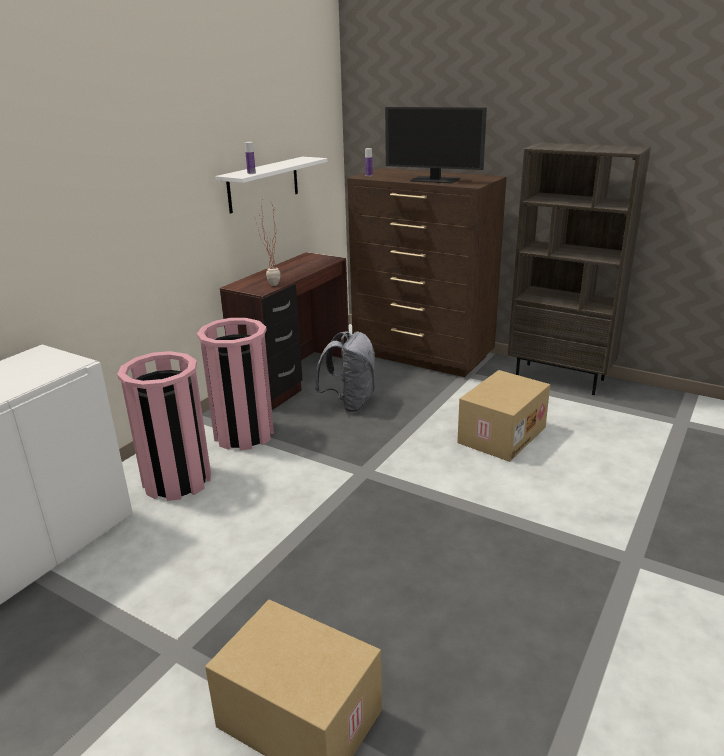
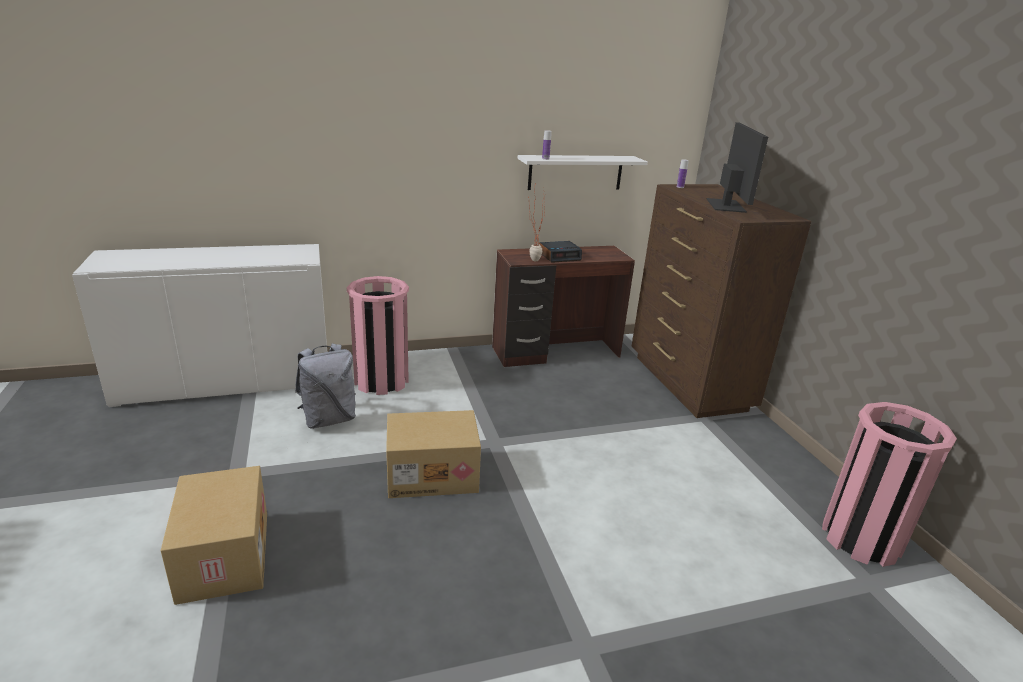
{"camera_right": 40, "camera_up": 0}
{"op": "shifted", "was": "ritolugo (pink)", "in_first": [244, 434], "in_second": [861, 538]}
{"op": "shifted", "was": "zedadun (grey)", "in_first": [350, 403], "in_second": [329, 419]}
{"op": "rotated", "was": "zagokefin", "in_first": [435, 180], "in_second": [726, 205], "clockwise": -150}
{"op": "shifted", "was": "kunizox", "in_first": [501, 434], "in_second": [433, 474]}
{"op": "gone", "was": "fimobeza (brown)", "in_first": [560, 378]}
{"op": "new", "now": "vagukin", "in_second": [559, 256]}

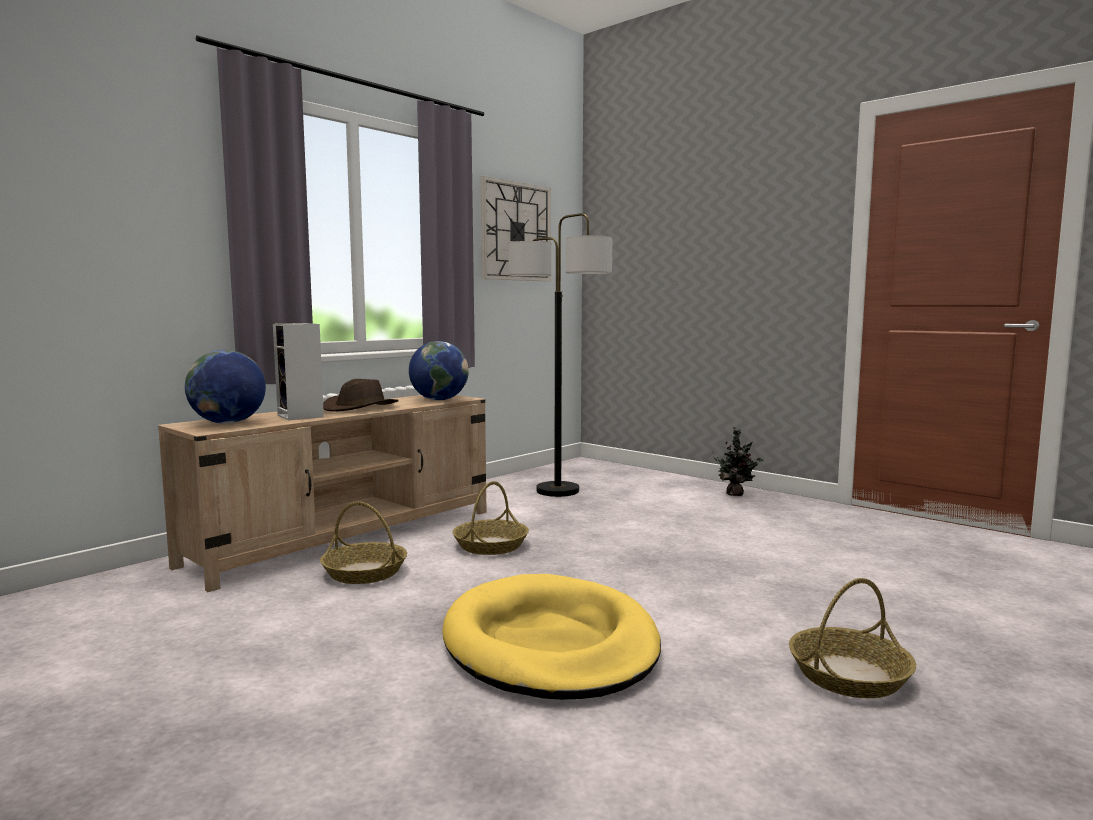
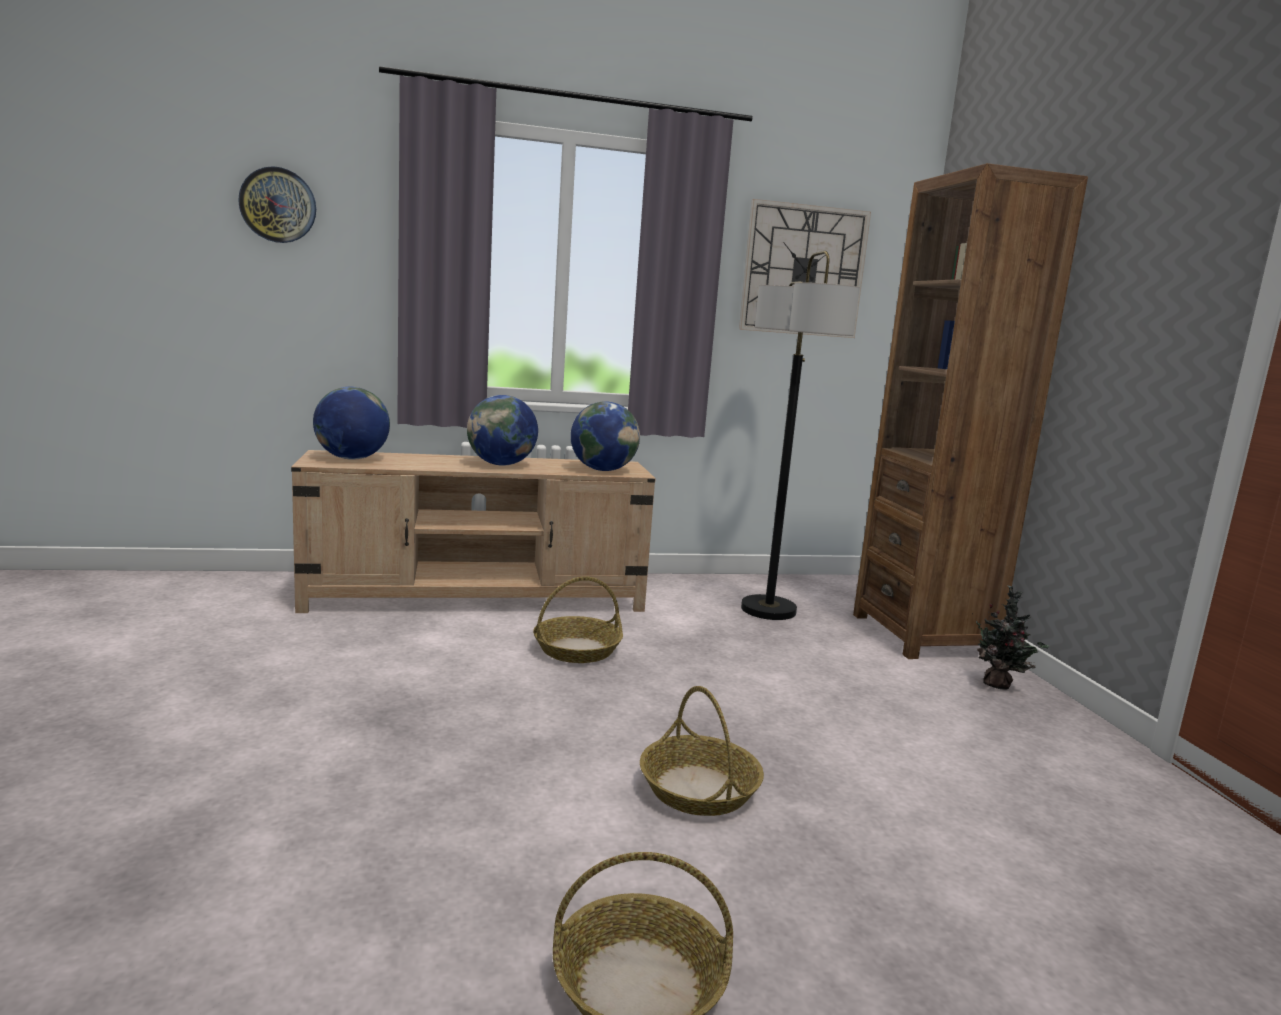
{"camera_right": 35, "camera_up": 5}
{"op": "gone", "was": "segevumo", "in_first": [302, 416]}
{"op": "shifted", "was": "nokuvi", "in_first": [365, 572], "in_second": [699, 789]}
{"op": "swapped", "was": "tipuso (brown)", "now": "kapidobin", "in_first": [360, 408], "in_second": [501, 464]}
{"op": "gone", "was": "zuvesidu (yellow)", "in_first": [550, 644]}
{"op": "new", "now": "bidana", "in_second": [278, 205]}
{"op": "new", "now": "fimobeza (brown)", "in_second": [922, 635]}

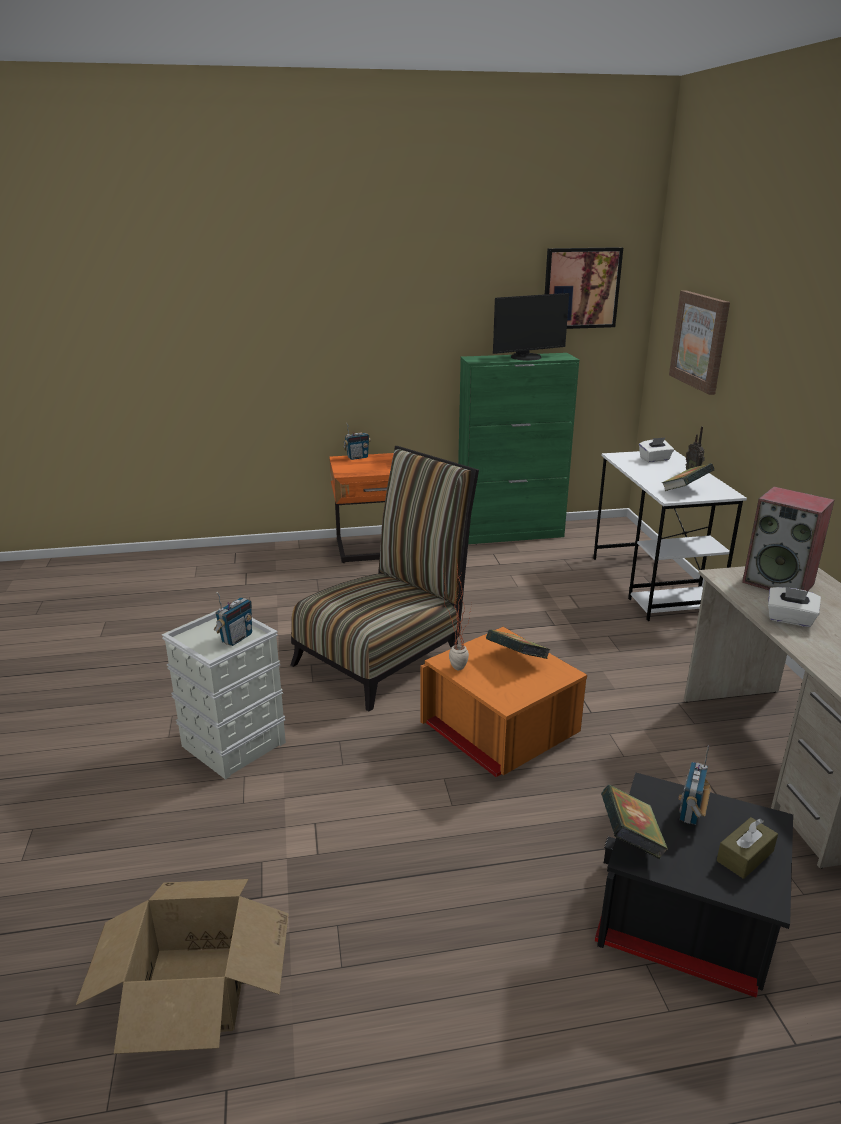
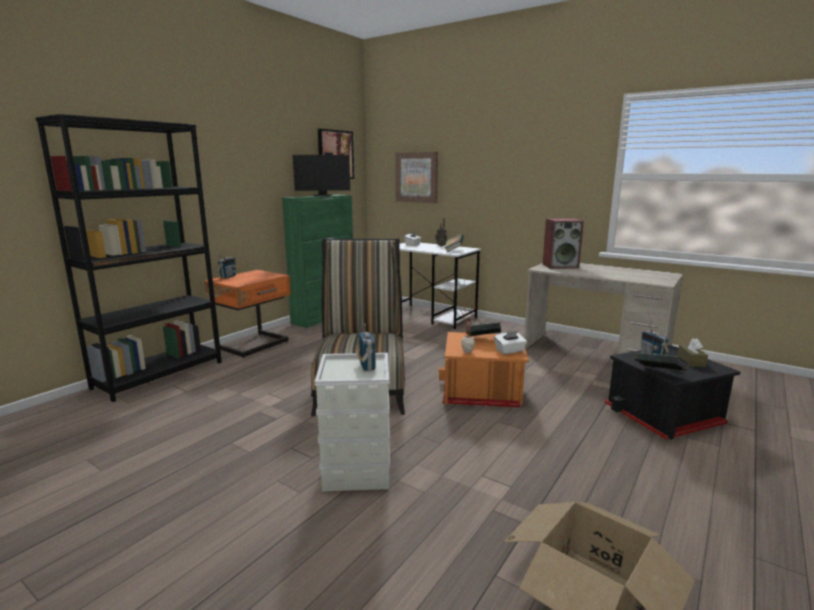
{"camera_right": -45, "camera_up": -10}
{"op": "rotated", "was": "zagokefin", "in_first": [527, 357], "in_second": [322, 195], "clockwise": 60}
{"op": "shifted", "was": "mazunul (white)", "in_first": [789, 619], "in_second": [509, 351]}
{"op": "new", "now": "fimobeza (black)", "in_second": [159, 374]}

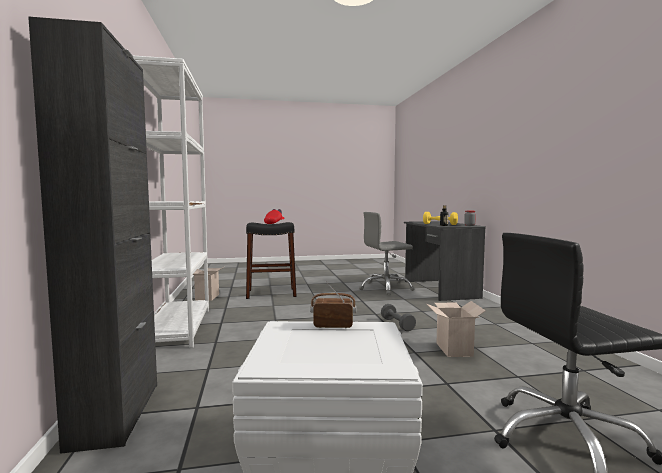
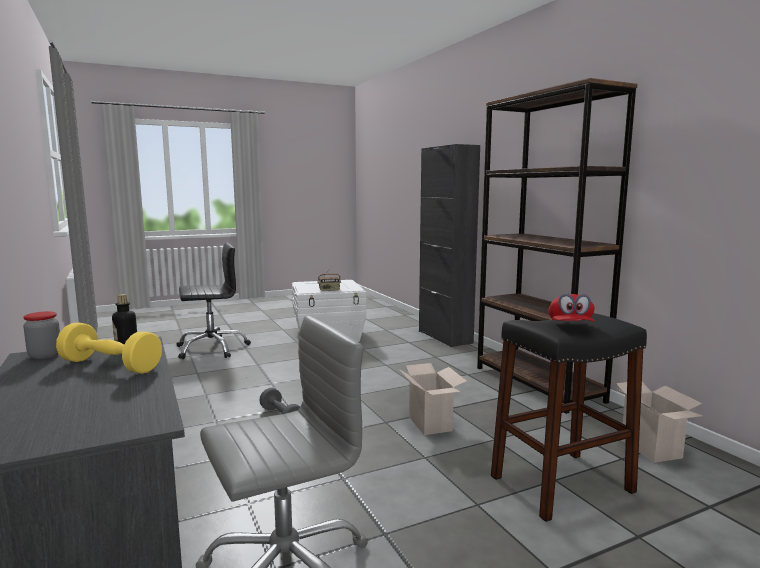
{"camera_right": 165, "camera_up": 5}
{"op": "repainted", "was": "fimobeza (white)", "now": "fimobeza (brown)", "in_first": [178, 328], "in_second": [537, 384]}
{"op": "shifted", "was": "kunizox", "in_first": [452, 349], "in_second": [432, 424]}

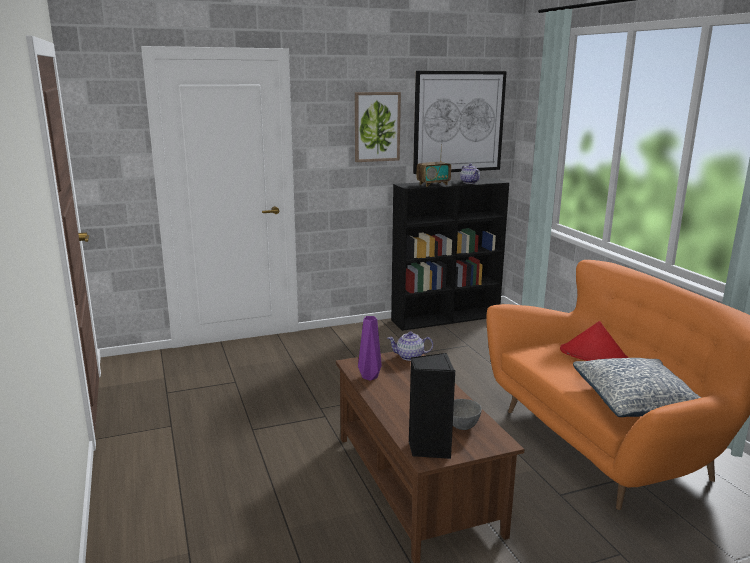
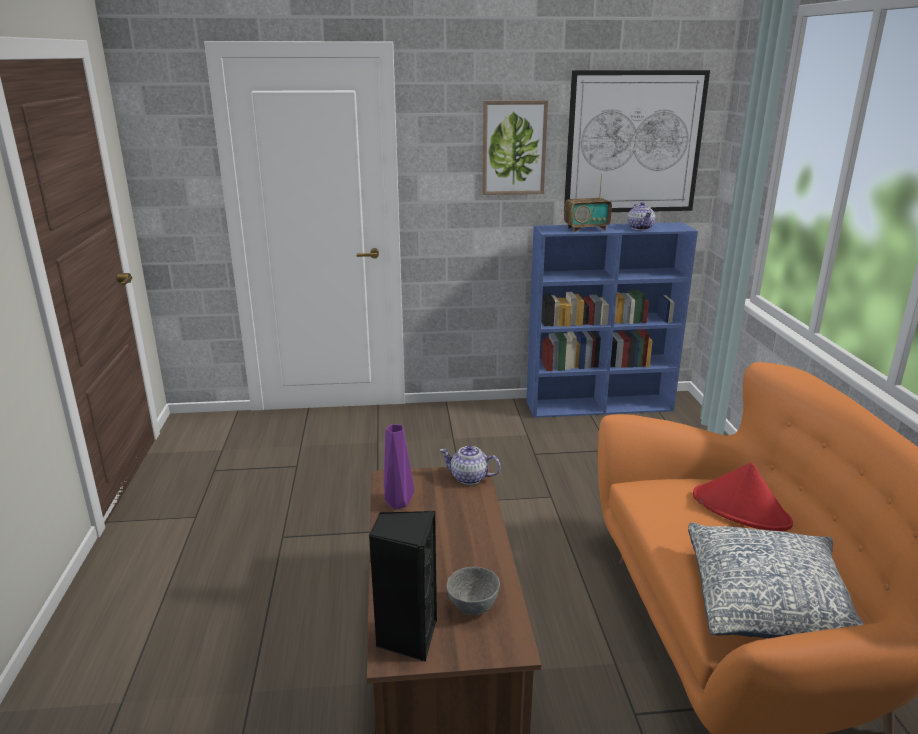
{"camera_right": 15, "camera_up": 5}
{"op": "repainted", "was": "fimobeza (black)", "now": "fimobeza (blue)", "in_first": [446, 318], "in_second": [600, 406]}

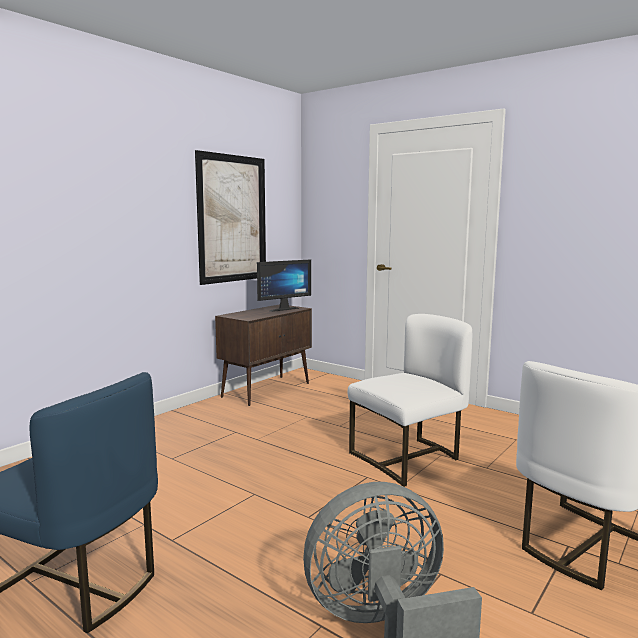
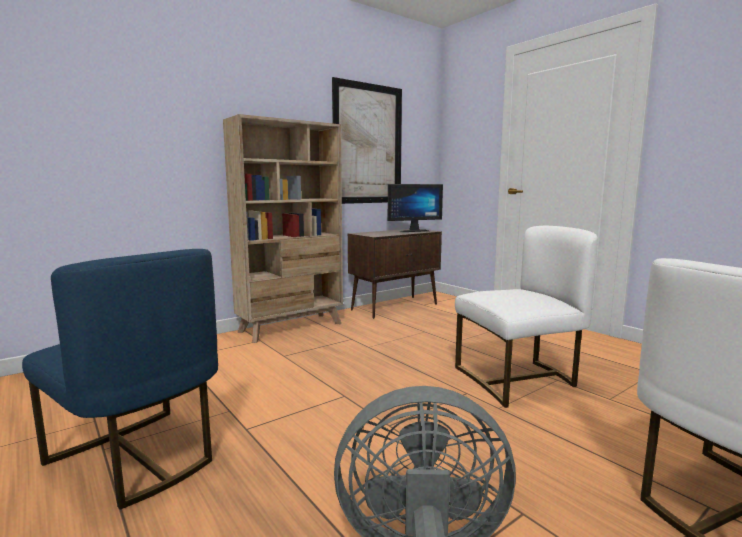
{"camera_right": 15, "camera_up": 0}
{"op": "new", "now": "fimobeza (beige)", "in_second": [292, 327]}

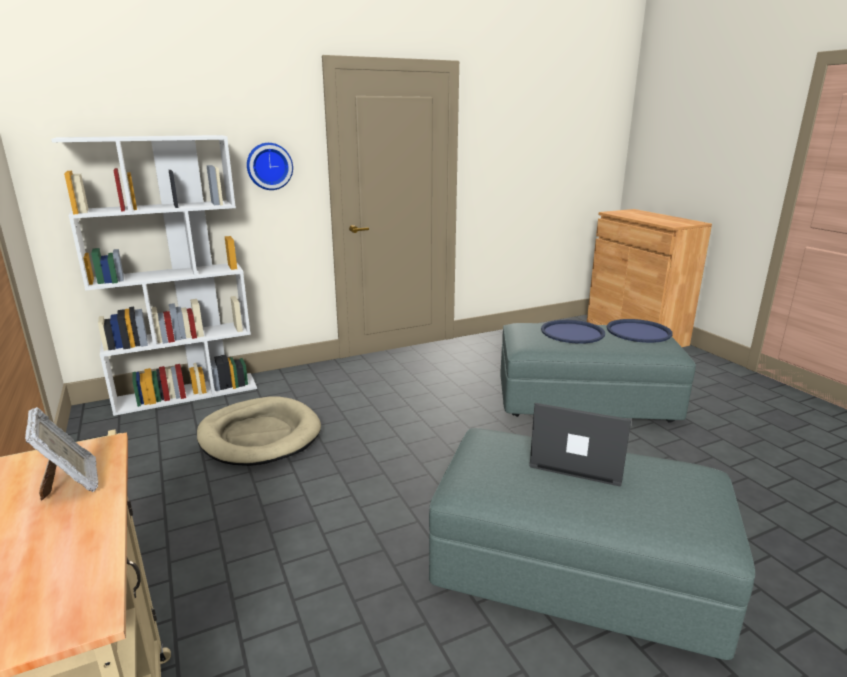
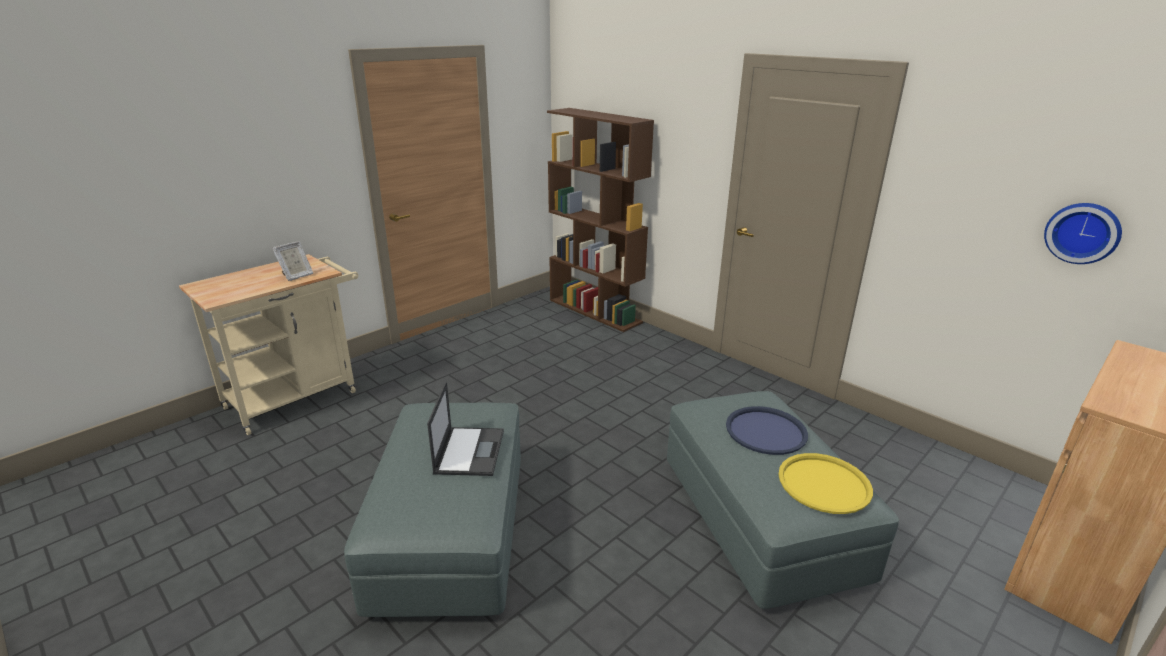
{"camera_right": 70, "camera_up": 5}
{"op": "repainted", "was": "fimobeza (white)", "now": "fimobeza (brown)", "in_first": [187, 393], "in_second": [595, 311]}
{"op": "gone", "was": "zuvesidu (beige)", "in_first": [260, 435]}
{"op": "shifted", "was": "bidana", "in_first": [269, 166], "in_second": [1082, 232]}
{"op": "repainted", "was": "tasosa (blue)", "now": "tasosa (yellow)", "in_first": [638, 332], "in_second": [824, 484]}

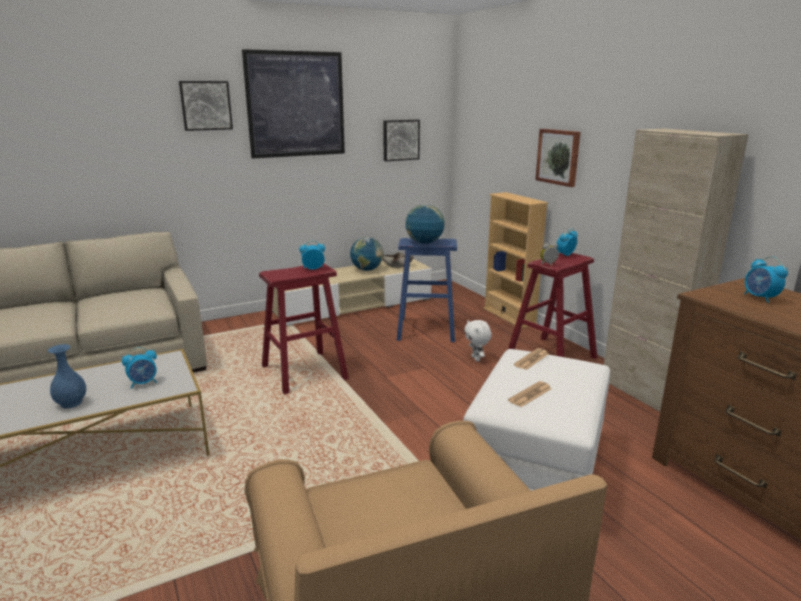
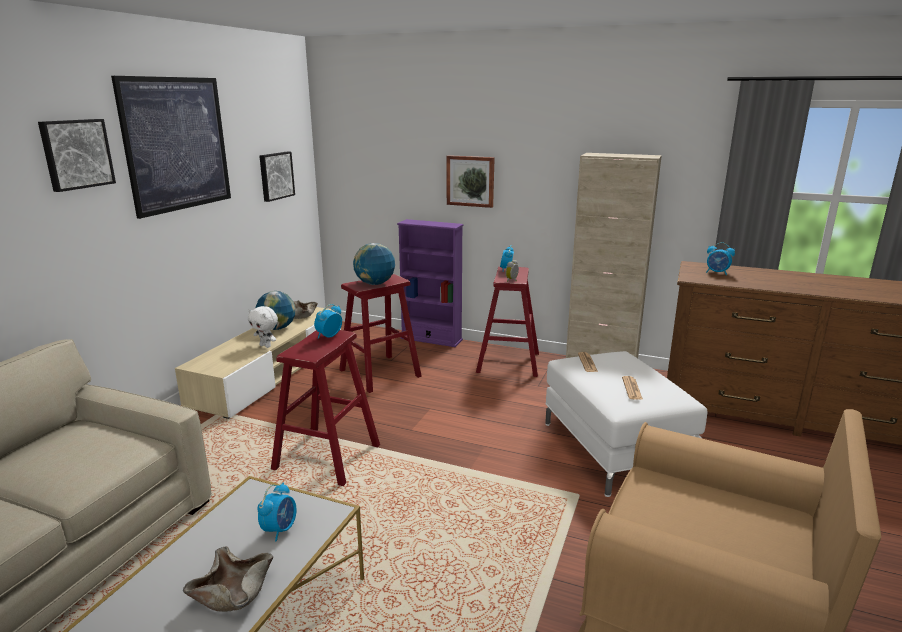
{"camera_right": -40, "camera_up": 0}
{"op": "swapped", "was": "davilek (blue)", "now": "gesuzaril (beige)", "in_first": [71, 403], "in_second": [233, 592]}
{"op": "repainted", "was": "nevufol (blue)", "now": "nevufol (red)", "in_first": [426, 329], "in_second": [380, 373]}
{"op": "shifted", "was": "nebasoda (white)", "in_first": [476, 359], "in_second": [266, 346]}
{"op": "repainted", "was": "fimobeza (beige)", "now": "fimobeza (purple)", "in_first": [509, 316], "in_second": [431, 339]}

